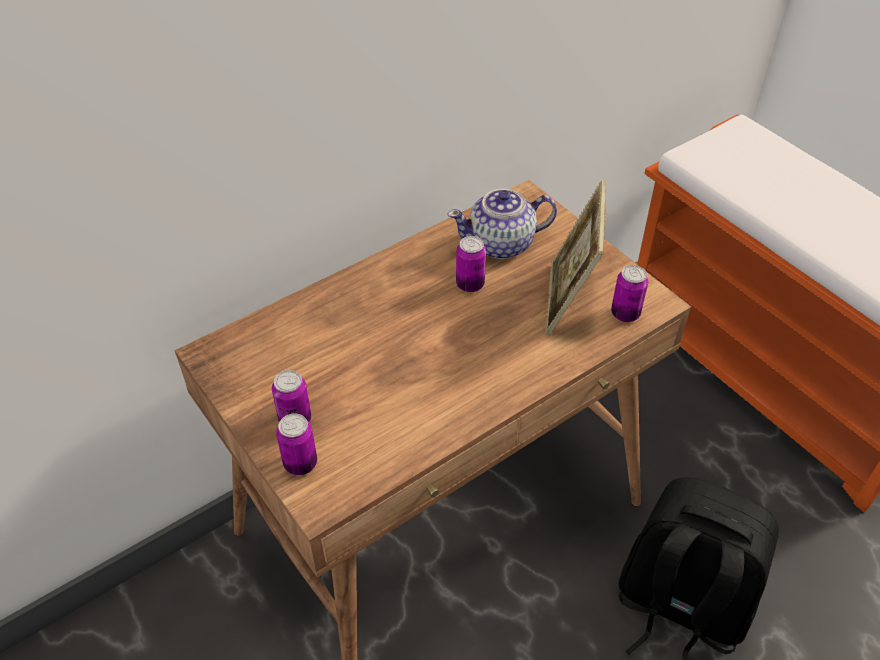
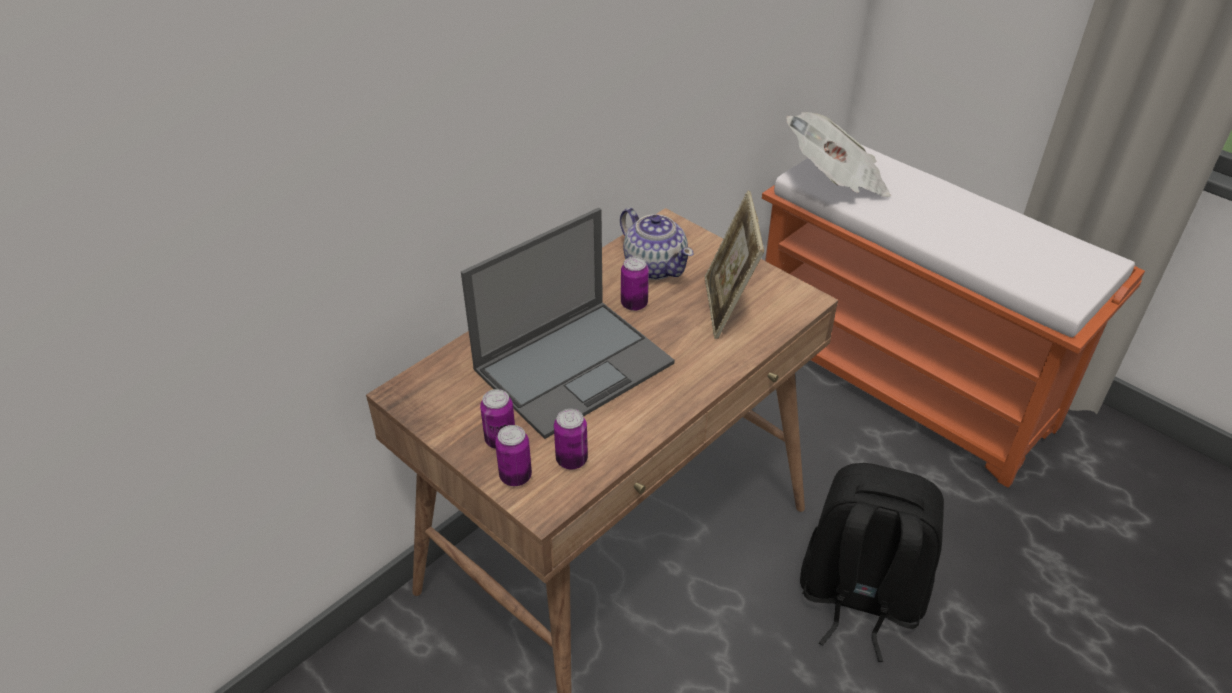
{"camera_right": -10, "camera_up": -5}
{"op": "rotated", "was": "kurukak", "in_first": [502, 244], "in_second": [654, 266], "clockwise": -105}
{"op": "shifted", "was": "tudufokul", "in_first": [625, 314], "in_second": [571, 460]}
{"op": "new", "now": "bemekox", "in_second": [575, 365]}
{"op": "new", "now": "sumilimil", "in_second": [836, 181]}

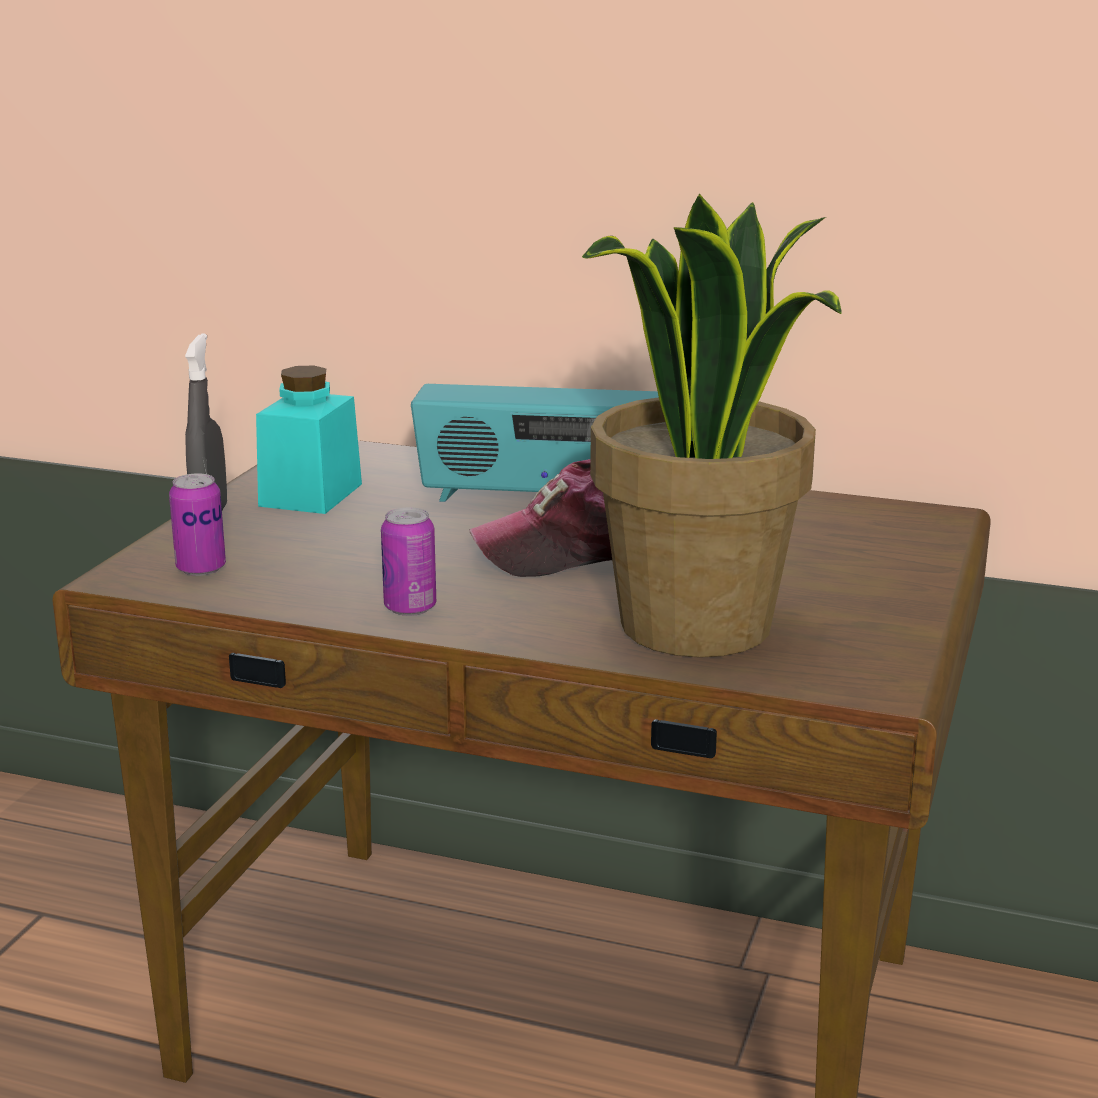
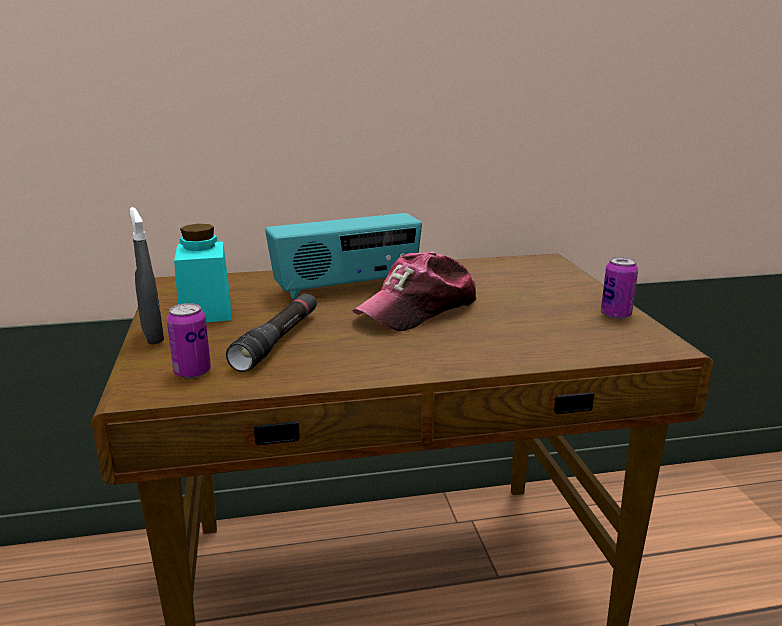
{"camera_right": -30, "camera_up": 0}
{"op": "shifted", "was": "tudufokul", "in_first": [410, 607], "in_second": [615, 315]}
{"op": "gone", "was": "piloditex", "in_first": [697, 627]}
{"op": "new", "now": "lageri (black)", "in_second": [278, 340]}

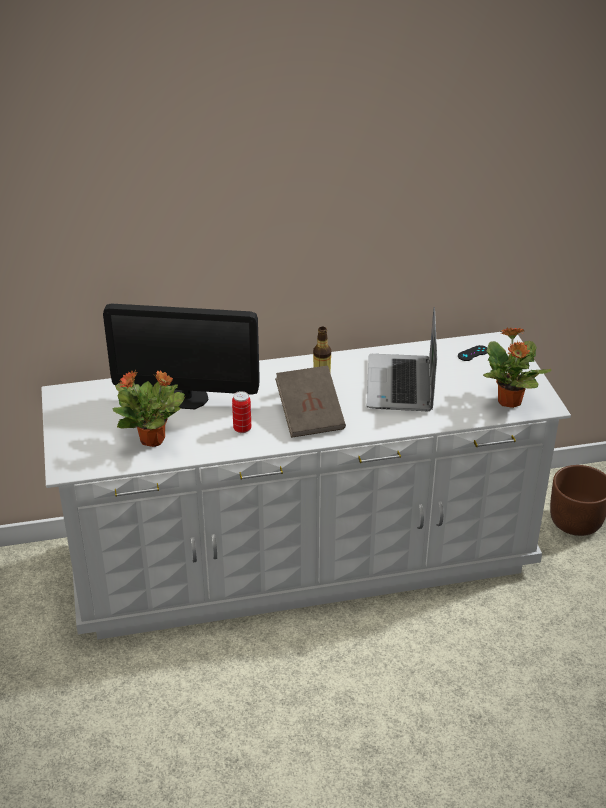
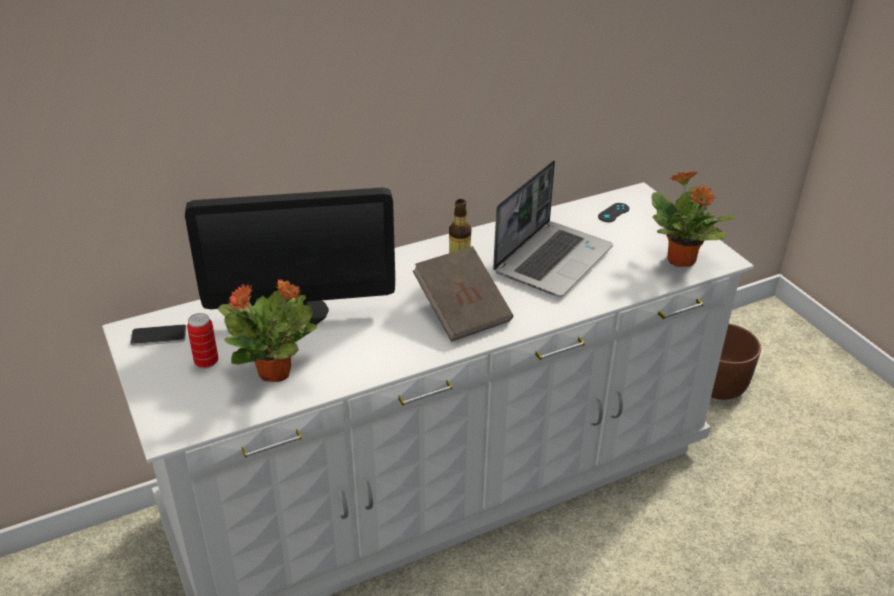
{"camera_right": -15, "camera_up": 0}
{"op": "shifted", "was": "tudufokul", "in_first": [242, 429], "in_second": [206, 362]}
{"op": "rotated", "was": "bemekox", "in_first": [401, 385], "in_second": [552, 259], "clockwise": -135}
{"op": "new", "now": "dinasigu", "in_second": [159, 336]}

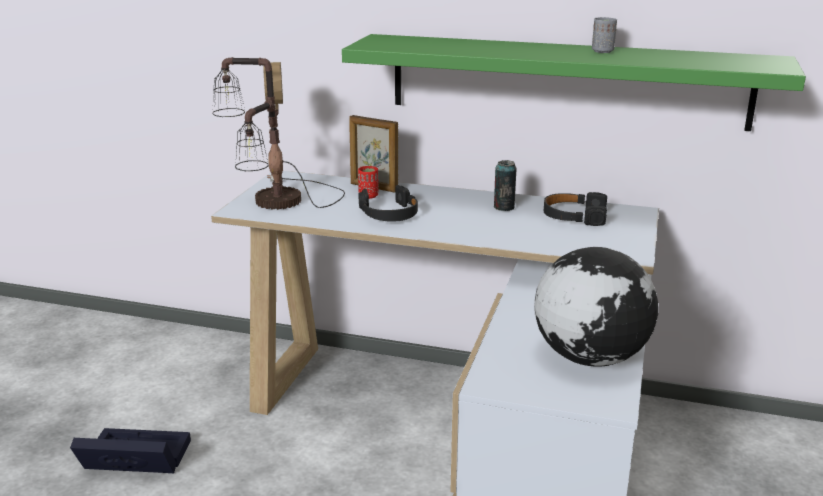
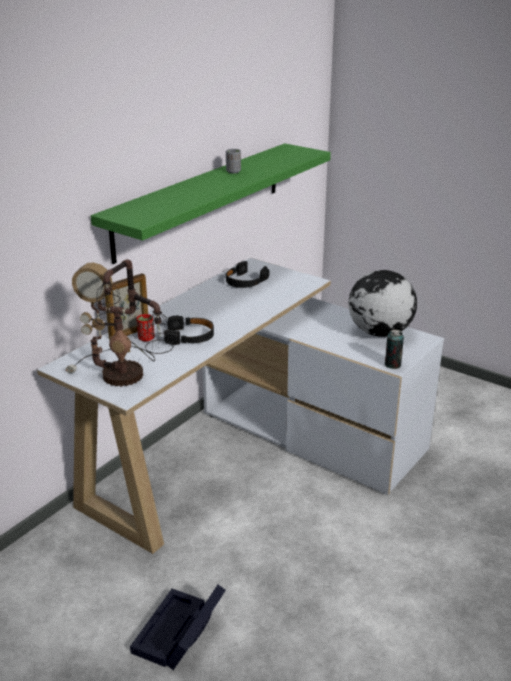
{"camera_right": -70, "camera_up": 5}
{"op": "shifted", "was": "tudufokul", "in_first": [504, 207], "in_second": [392, 365]}

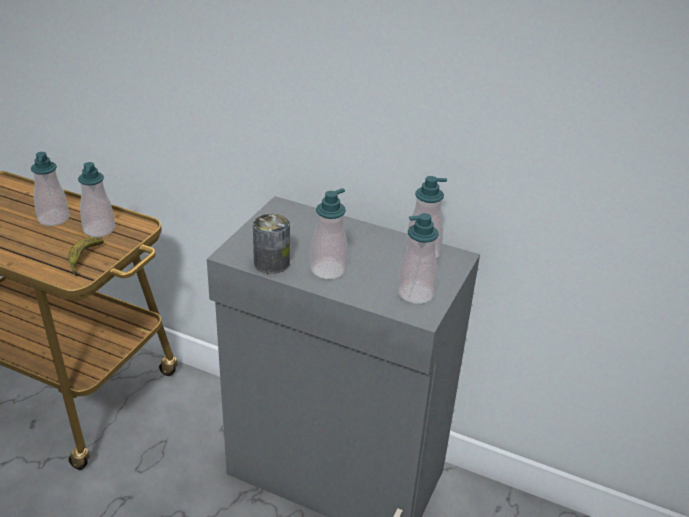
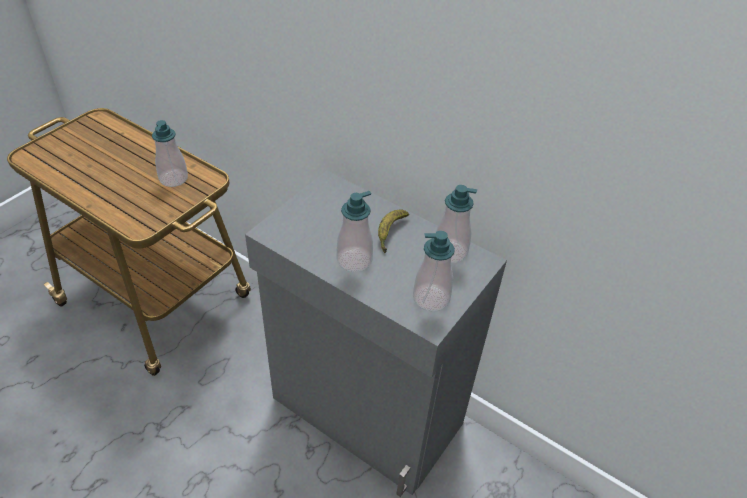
{"camera_right": 10, "camera_up": 10}
{"op": "gone", "was": "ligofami", "in_first": [54, 218]}
{"op": "shifted", "was": "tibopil", "in_first": [84, 259], "in_second": [390, 233]}
{"op": "gone", "was": "tudufokul", "in_first": [271, 263]}

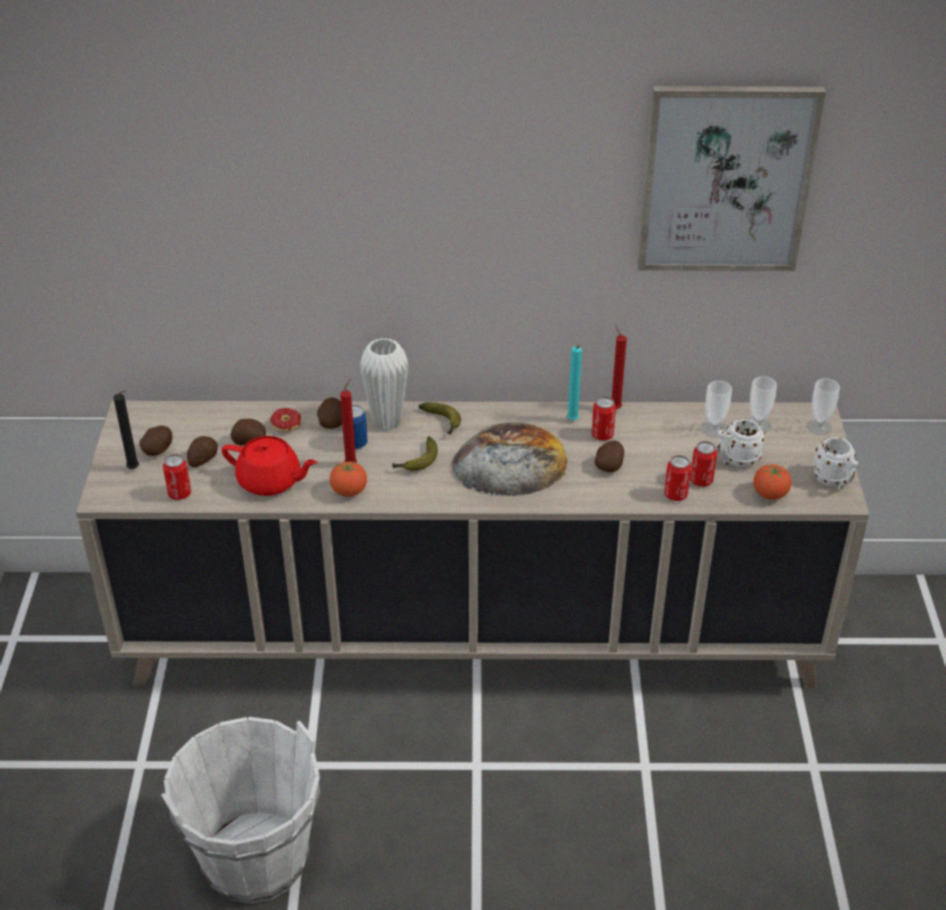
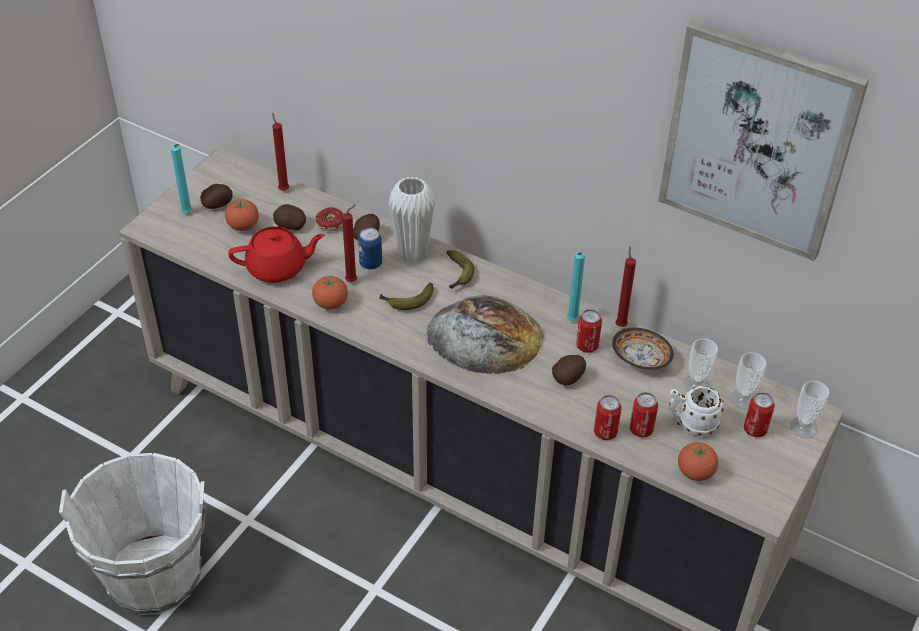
{"camera_right": 30, "camera_up": 5}
{"op": "repainted", "was": "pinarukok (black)", "now": "pinarukok (turquoise)", "in_first": [135, 469], "in_second": [187, 214]}
{"op": "shifted", "was": "tudufokul", "in_first": [180, 494], "in_second": [755, 429]}
{"op": "swapped", "was": "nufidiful", "now": "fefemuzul", "in_first": [202, 459], "in_second": [243, 226]}
{"op": "rotated", "was": "kurukak (red)", "in_first": [270, 481], "in_second": [278, 268], "clockwise": -60}
{"op": "gone", "was": "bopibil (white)", "in_first": [834, 482]}
{"op": "new", "now": "pinarukok (red)", "in_second": [283, 189]}
{"op": "new", "now": "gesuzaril", "in_second": [640, 358]}

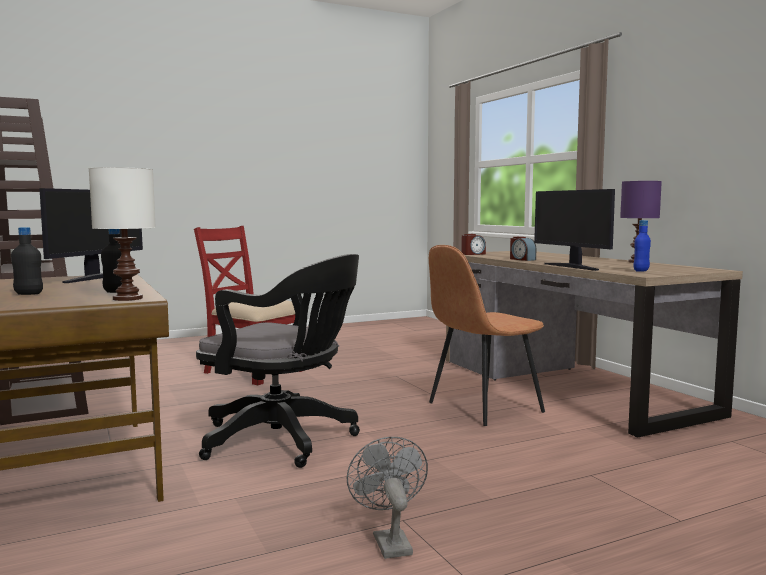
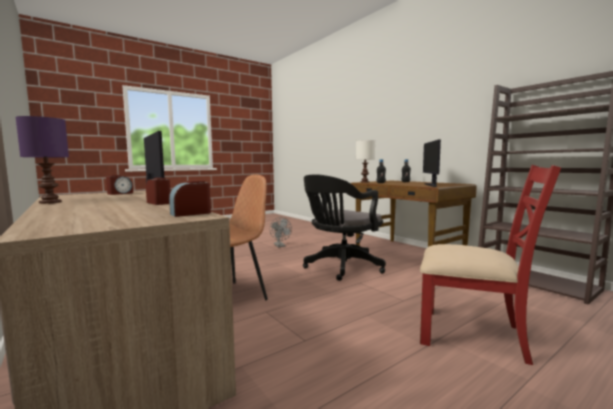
{"camera_right": 170, "camera_up": 0}
{"op": "rotated", "was": "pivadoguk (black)", "in_first": [284, 440], "in_second": [341, 268], "clockwise": -60}
{"op": "swapped", "was": "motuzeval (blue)", "now": "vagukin", "in_first": [641, 271], "in_second": [120, 193]}

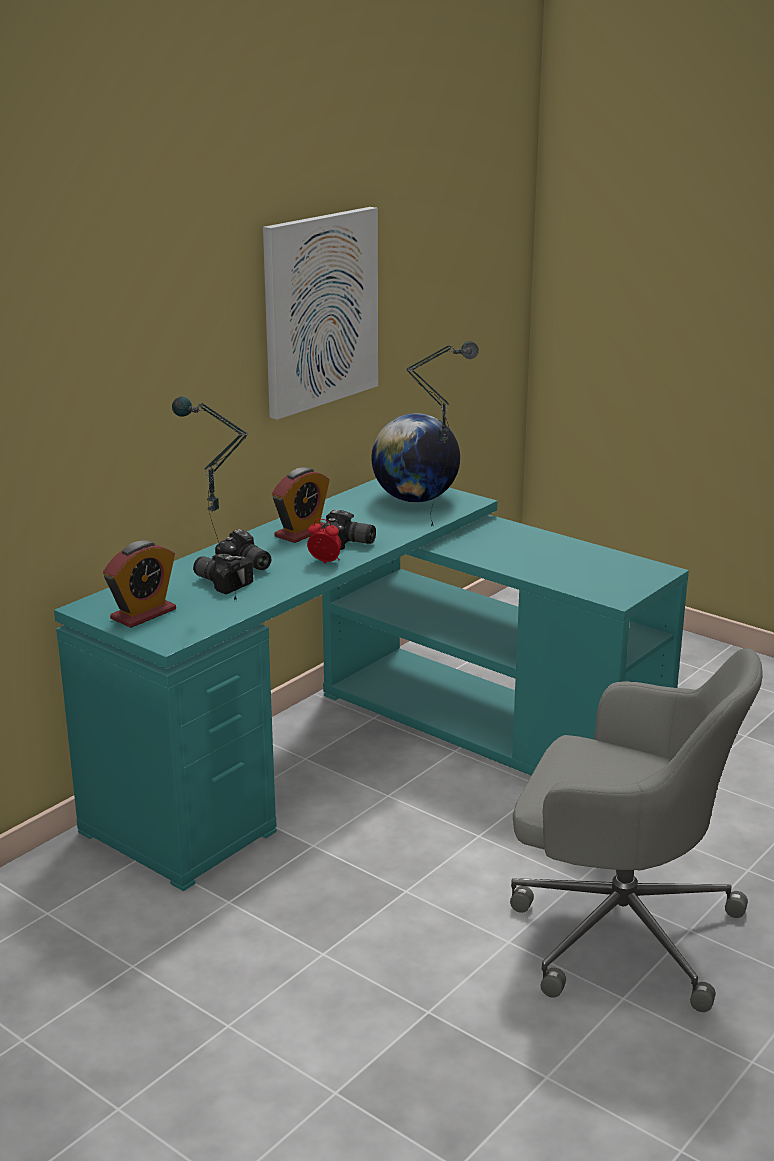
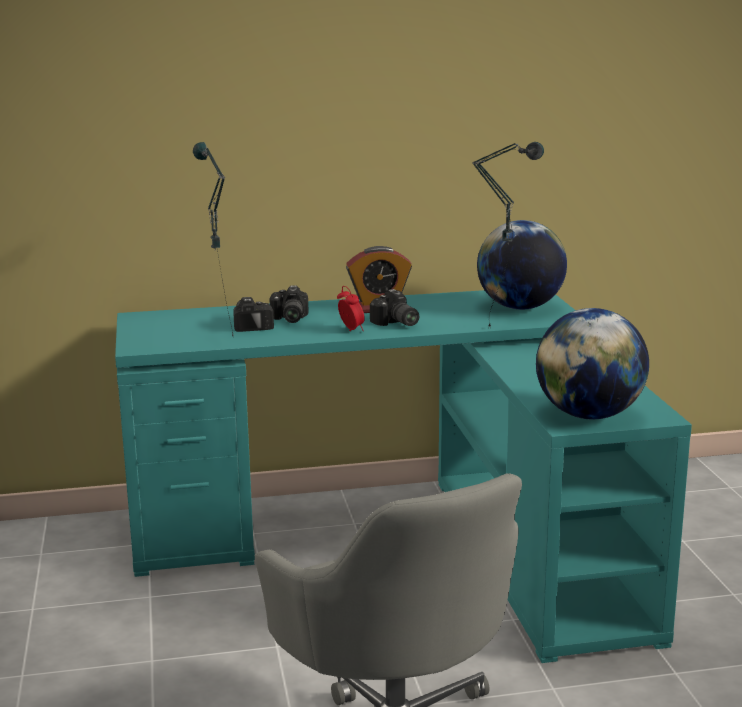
{"camera_right": 40, "camera_up": -5}
{"op": "gone", "was": "vagukin", "in_first": [143, 614]}
{"op": "gone", "was": "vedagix", "in_first": [320, 310]}
{"op": "new", "now": "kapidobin", "in_second": [589, 415]}

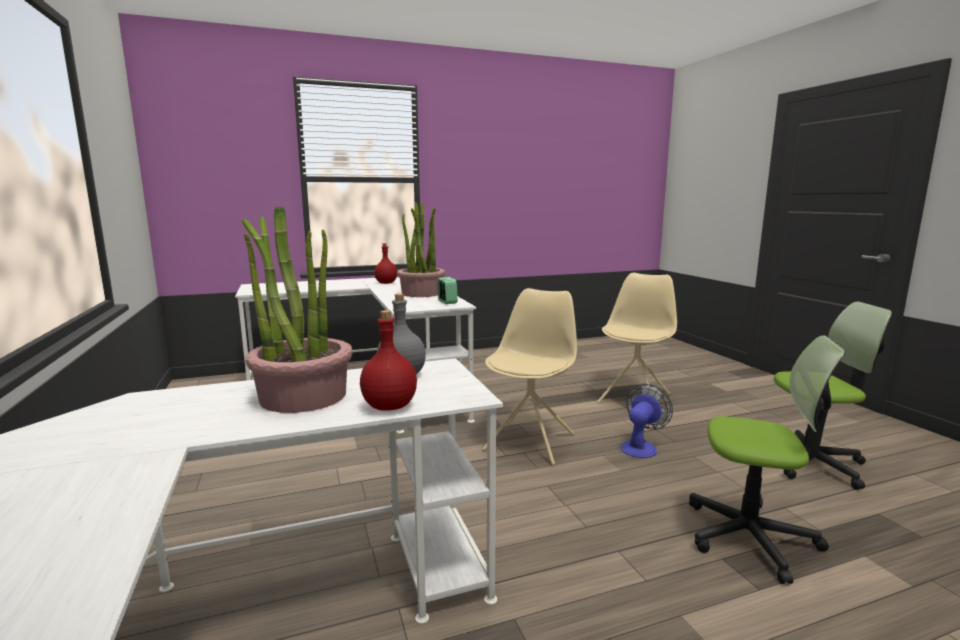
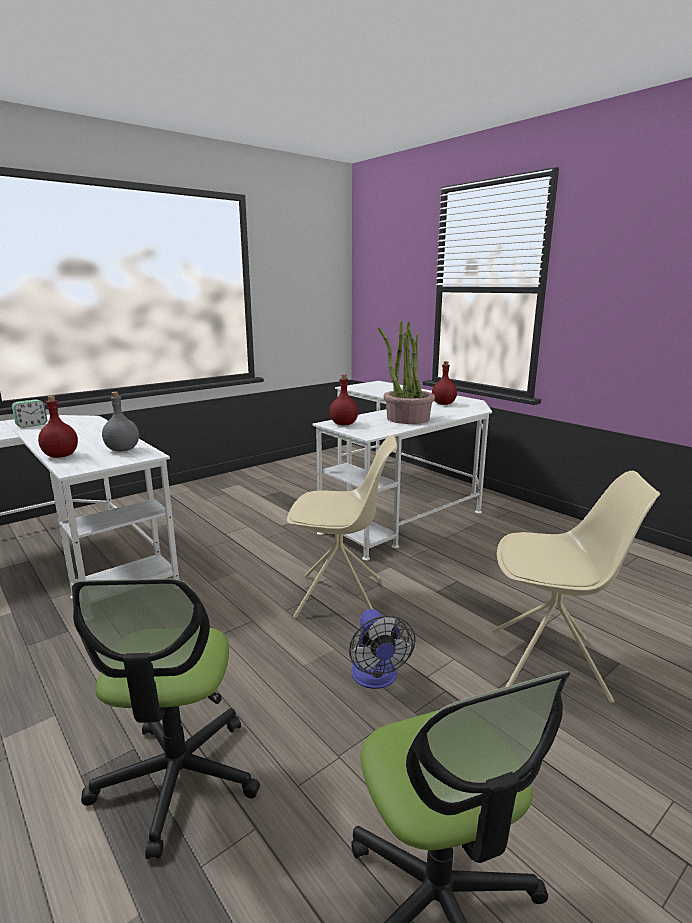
{"camera_right": 70, "camera_up": 5}
{"op": "gone", "was": "piloditex", "in_first": [303, 396]}
{"op": "shifted", "was": "vagukin", "in_first": [447, 302], "in_second": [31, 425]}
{"op": "rotated", "was": "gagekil", "in_first": [641, 446], "in_second": [376, 678], "clockwise": 60}
{"op": "new", "now": "motuzeval (red)", "in_second": [344, 424]}

